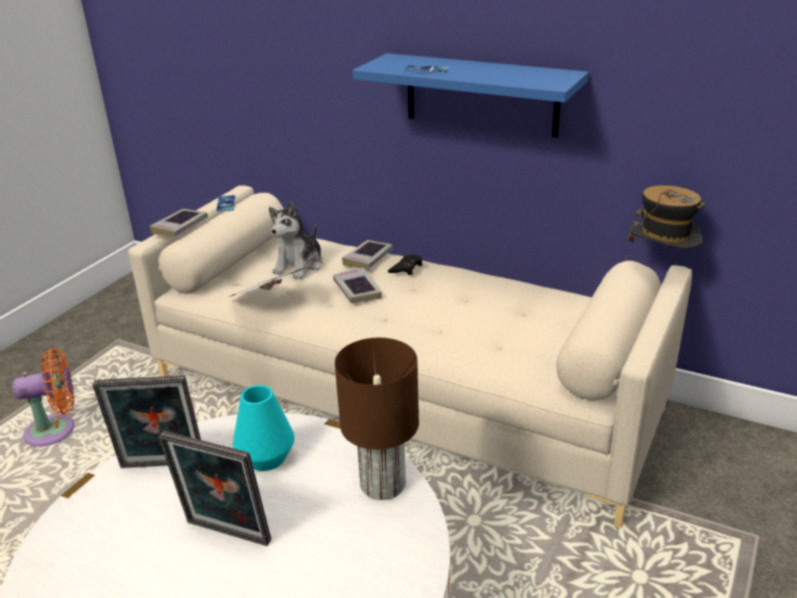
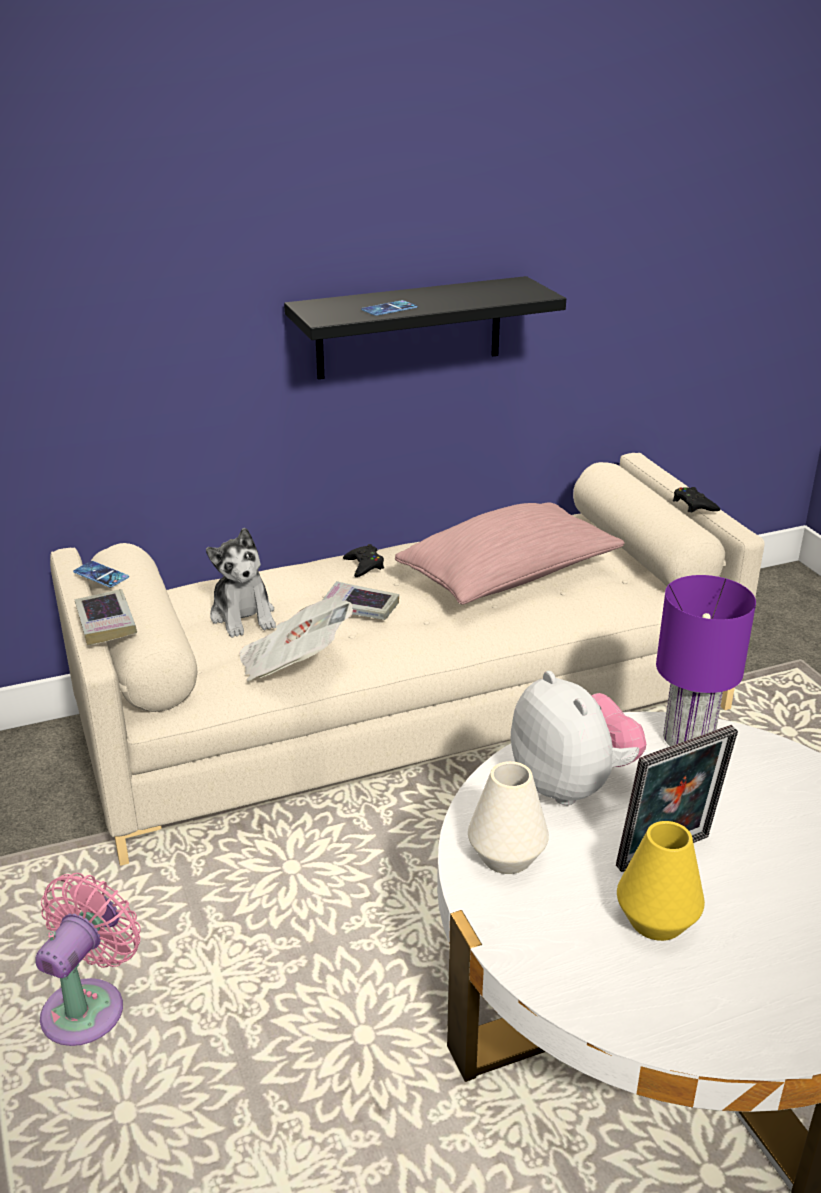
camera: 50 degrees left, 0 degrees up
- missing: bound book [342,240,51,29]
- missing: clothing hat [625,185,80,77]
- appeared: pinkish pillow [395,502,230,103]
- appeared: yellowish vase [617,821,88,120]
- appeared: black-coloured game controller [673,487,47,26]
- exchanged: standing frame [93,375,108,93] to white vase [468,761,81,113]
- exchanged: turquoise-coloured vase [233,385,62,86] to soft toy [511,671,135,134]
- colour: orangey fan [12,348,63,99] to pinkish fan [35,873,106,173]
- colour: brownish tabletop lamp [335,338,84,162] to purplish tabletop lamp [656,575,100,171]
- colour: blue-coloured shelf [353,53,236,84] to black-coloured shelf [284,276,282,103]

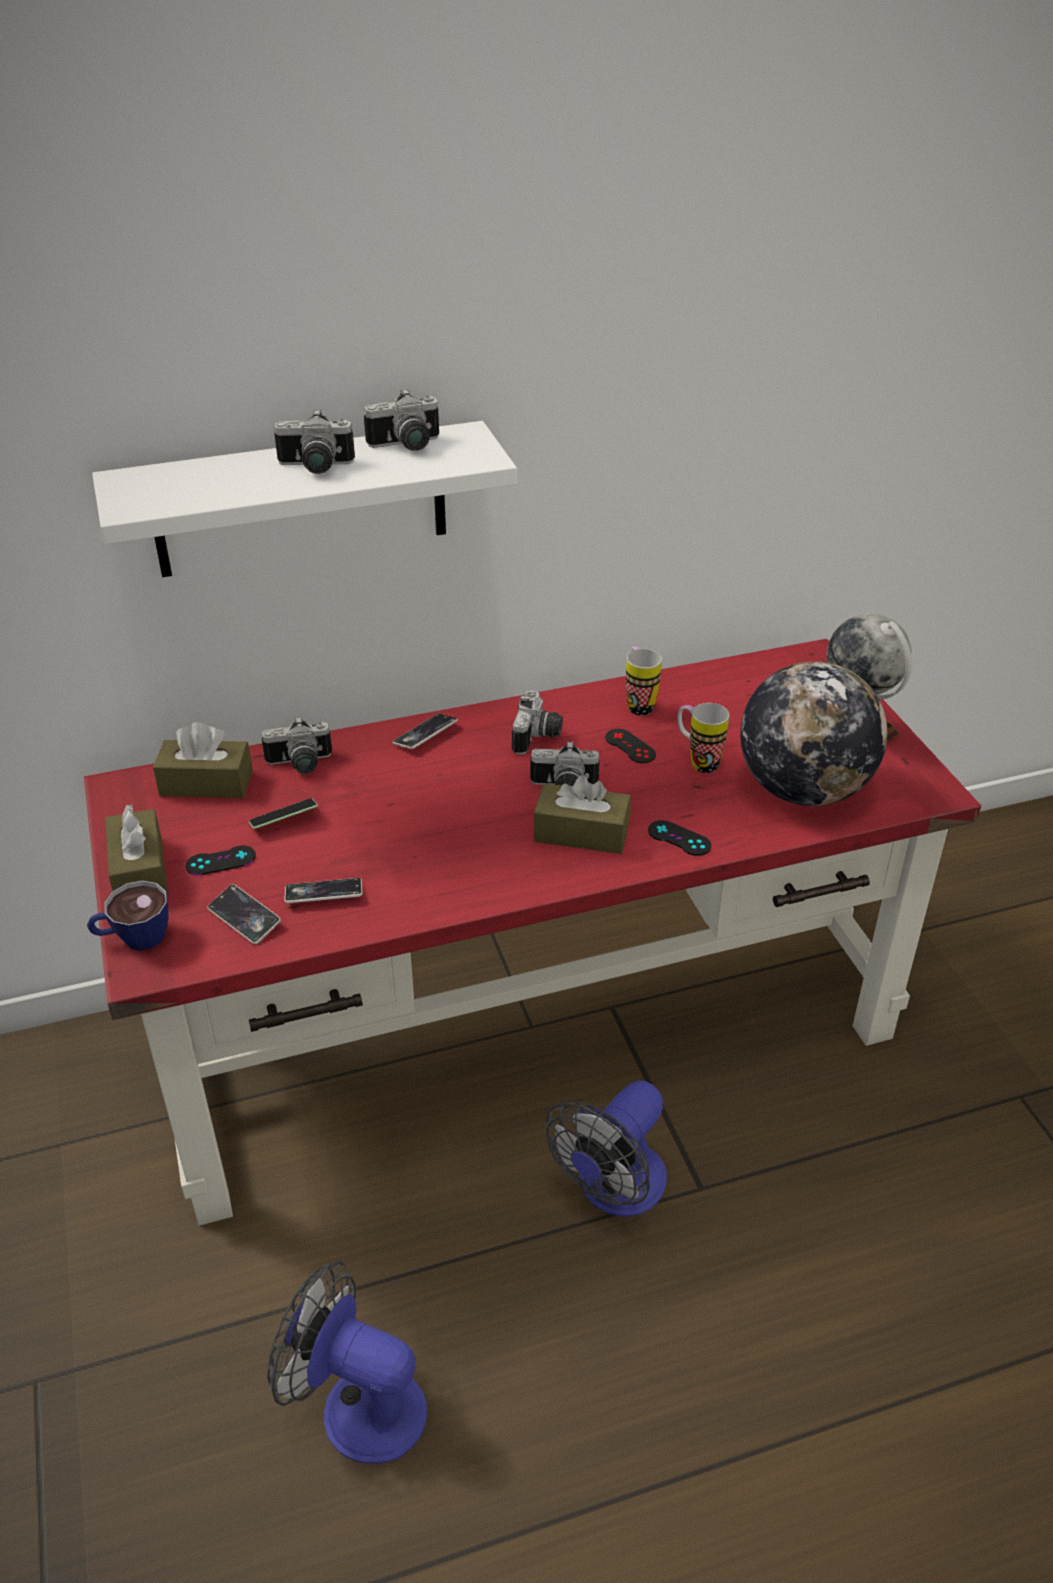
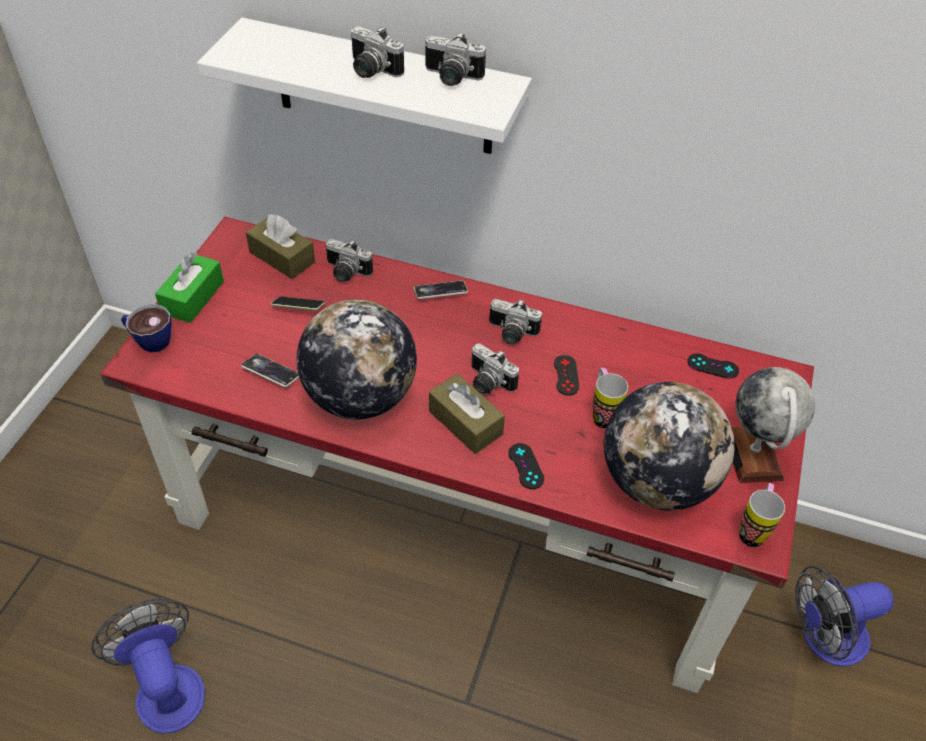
camera: 35 degrees right, 10 degrees up
- missing: telephone [208,884,73,60]
- appeared: world globe [297,300,120,120]
- relocated: black-coloured game controller [185,846,71,30] to [687,353,52,26]
- relocated: fan [546,1081,121,136] to [795,566,99,101]
- relocated: coffee mug [626,647,36,69] to [739,483,46,64]
- colour: brownish box of tissues [105,805,63,91] to green-coloured box of tissues [155,252,69,71]
- spun: photo camera [512,691,51,64] = [489,299,53,46] 60 degrees clockwise

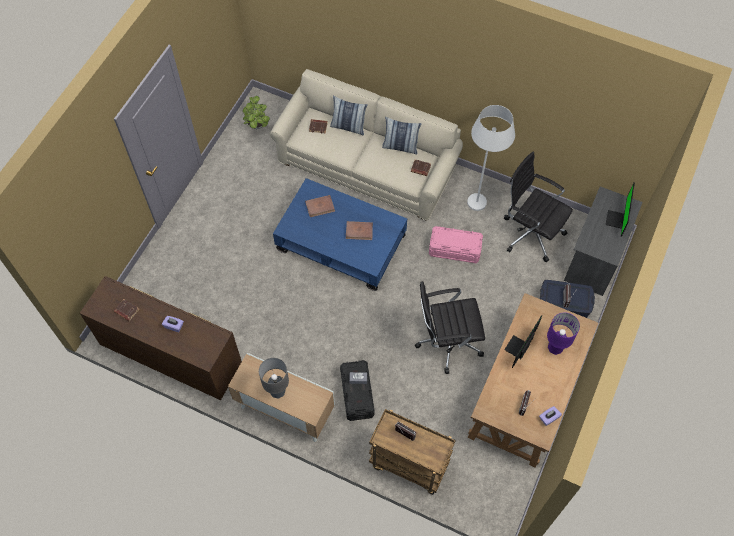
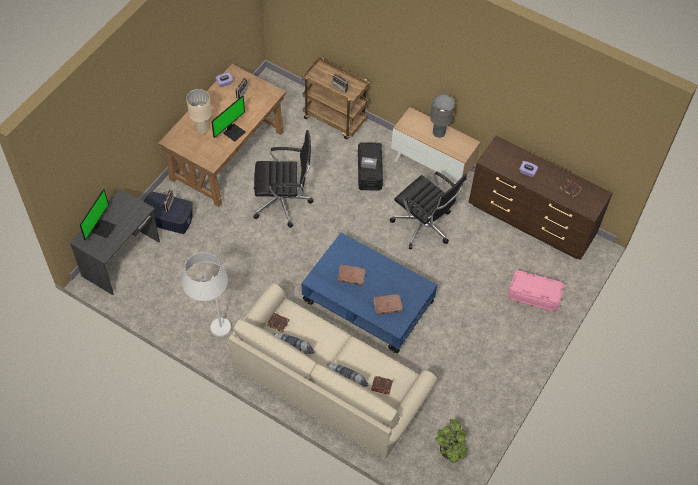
camera: 175 degrees left, 5 degrees down
- relocated: pinkish storage bin [429,226,54,37] to [508,270,56,42]
- relocated: black-coloured desk chair [504,152,69,110] to [390,171,77,78]
- colour: purplish tabletop lamp [547,312,33,43] to beige-coloured tabletop lamp [186,89,26,45]

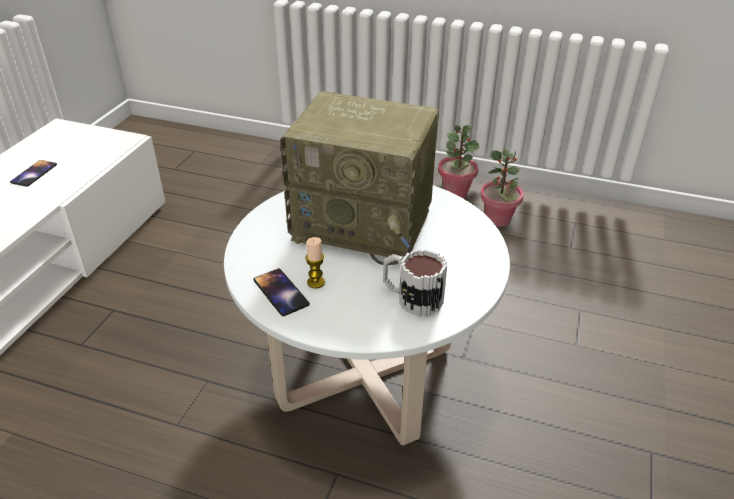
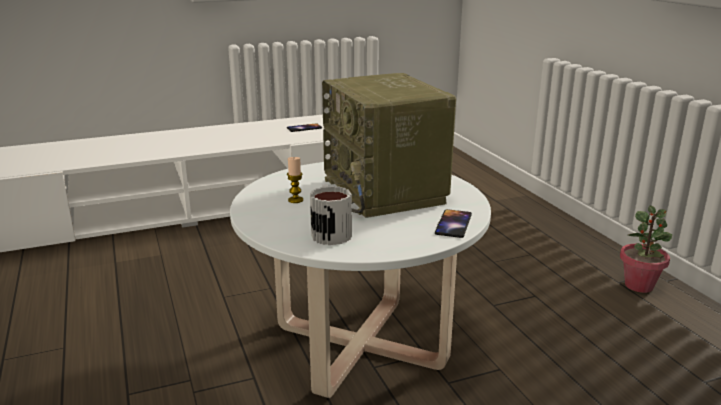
camera: 50 degrees right, 15 degrees down
- missing: plant in a pot [480,149,44,78]
- relocated: telephone [253,269,57,47] to [435,209,37,29]

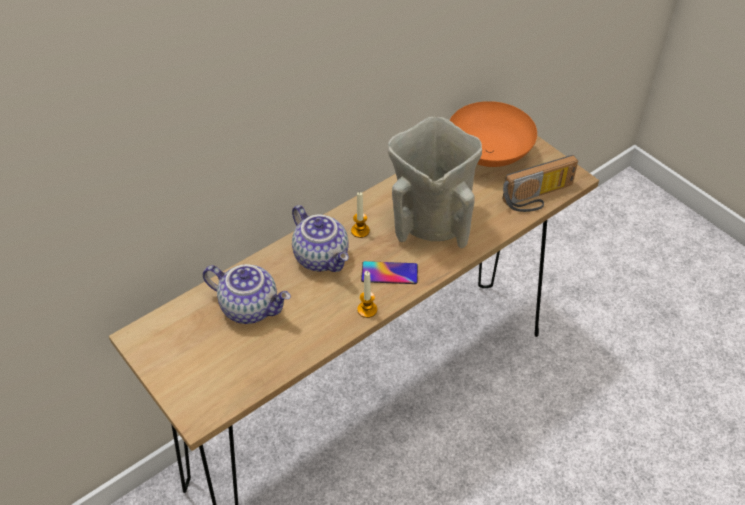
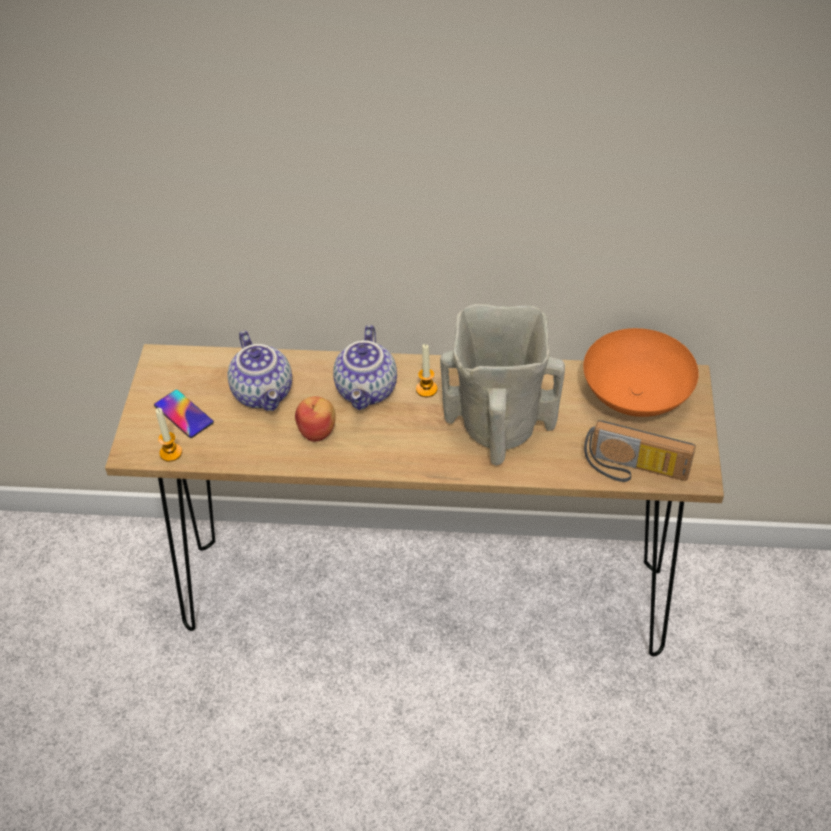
camera: 45 degrees right, 0 degrees up
- appeared: apple [295,396,41,46]
- relocated: candle [357,271,20,47] to [156,408,26,54]
- relocated: telephone [361,261,57,23] to [154,390,60,48]

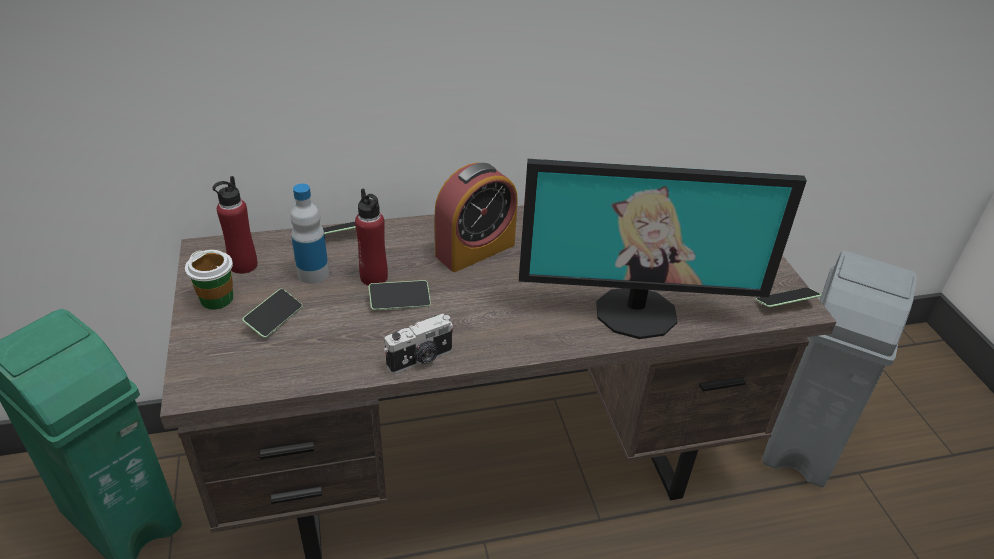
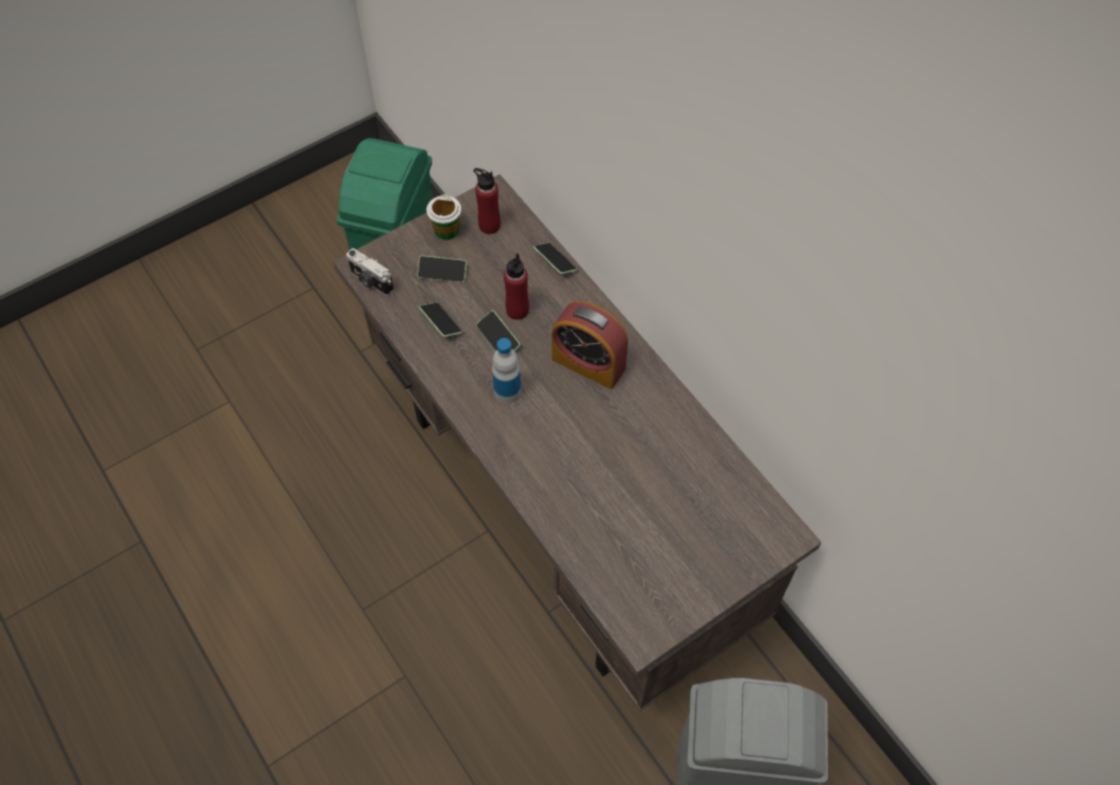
camera: 70 degrees right, 20 degrees up
- missing: computer display [519,159,288,180]
- relocated: beverage bottle [290,184,39,100] to [492,338,29,66]
- relocated: photo camera [384,314,70,60] to [346,248,48,48]
- relocated: telephone [755,287,67,20] to [419,302,43,35]

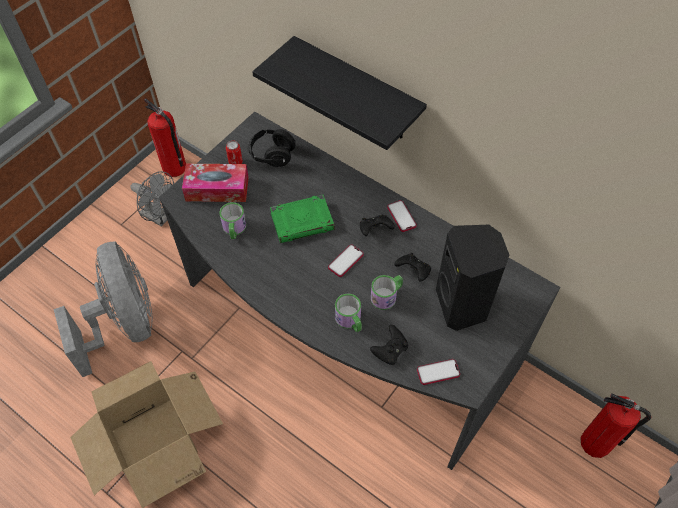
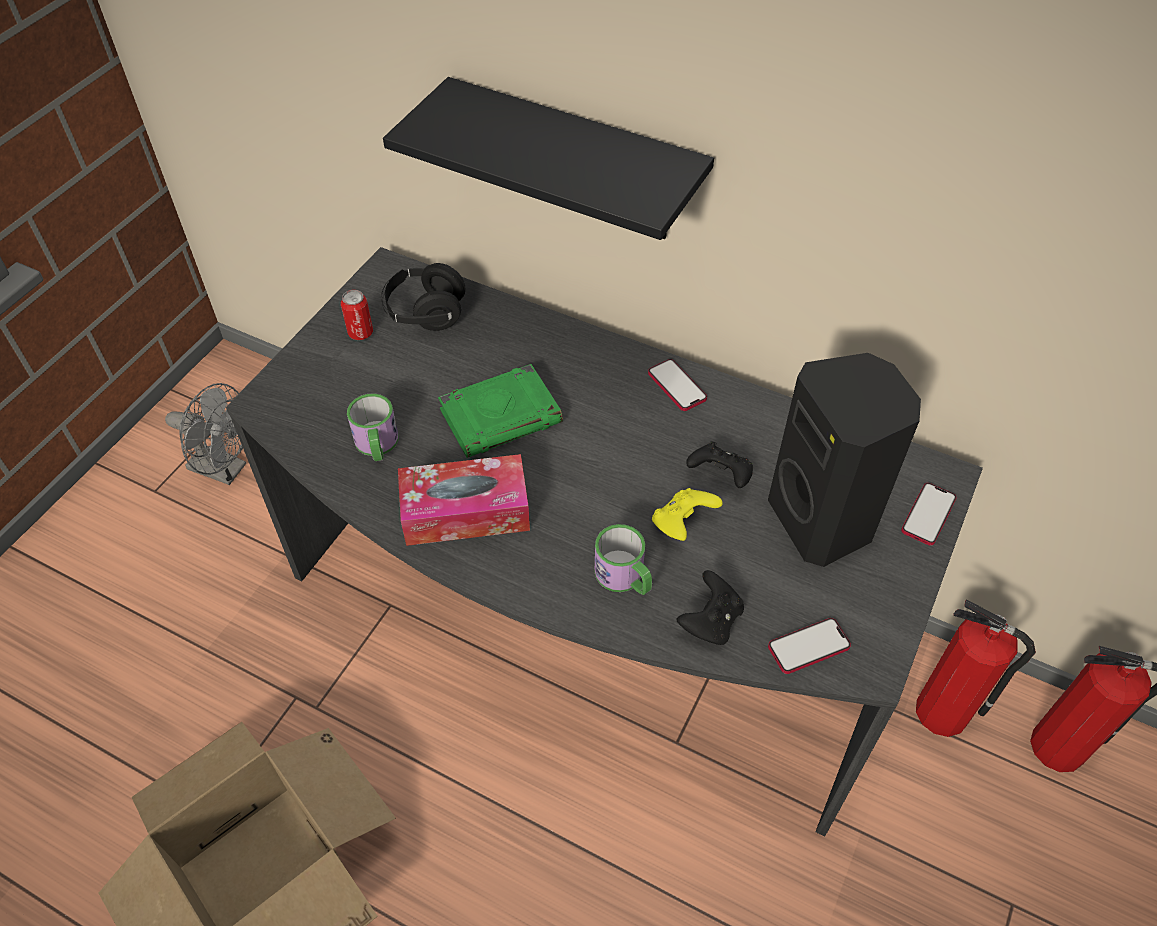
camera: 10 degrees left, 5 degrees down
- missing: greyish fan [54,241,99,136]
- missing: black-coloured game controller [360,215,35,21]
- relocated: extinguisher [144,98,42,79] to [916,599,120,138]
- relocated: box of tissues [182,164,67,38] to [398,454,132,92]
- relocated: telephone [328,244,36,33] to [901,483,56,63]
- exchanged: coffee mug [371,275,32,35] to yellowish game controller [652,488,71,53]

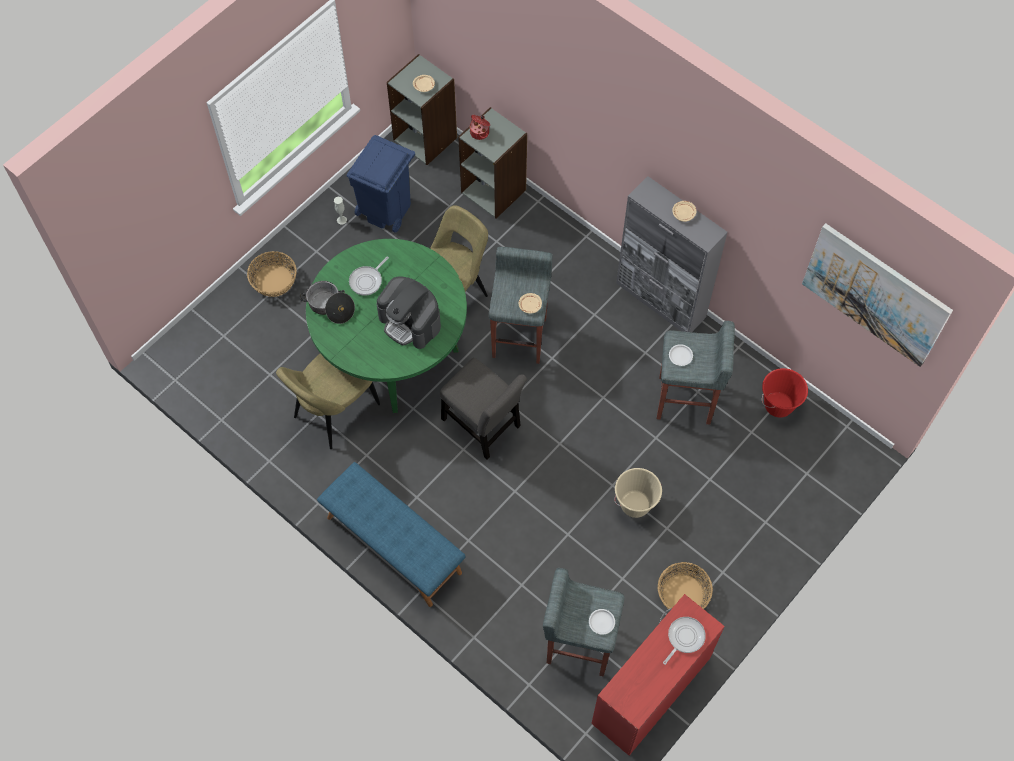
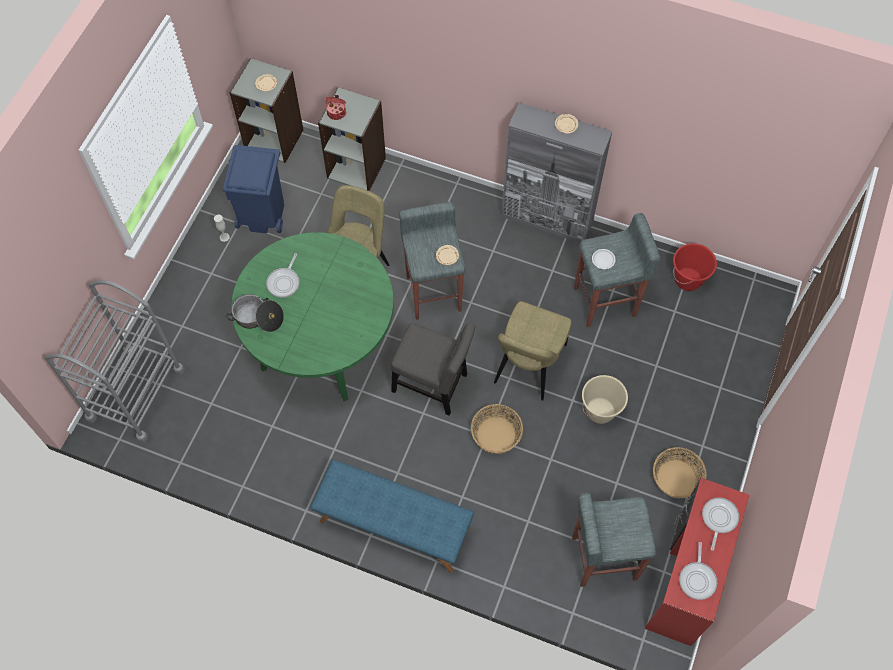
camera: 20 degrees left, 0 degrees up
- missing: coffee maker [377,276,64,73]
- missing: white dinner plate [589,609,26,26]
- missing: picture [802,223,151,144]
- appeared: greyish wheeled cart [45,280,140,163]
- appeared: pan [679,542,38,58]
- relocated: basket [247,251,50,46] to [471,404,52,50]
- relocated: beige-coloured plain chair [276,354,104,95] to [494,301,78,100]

